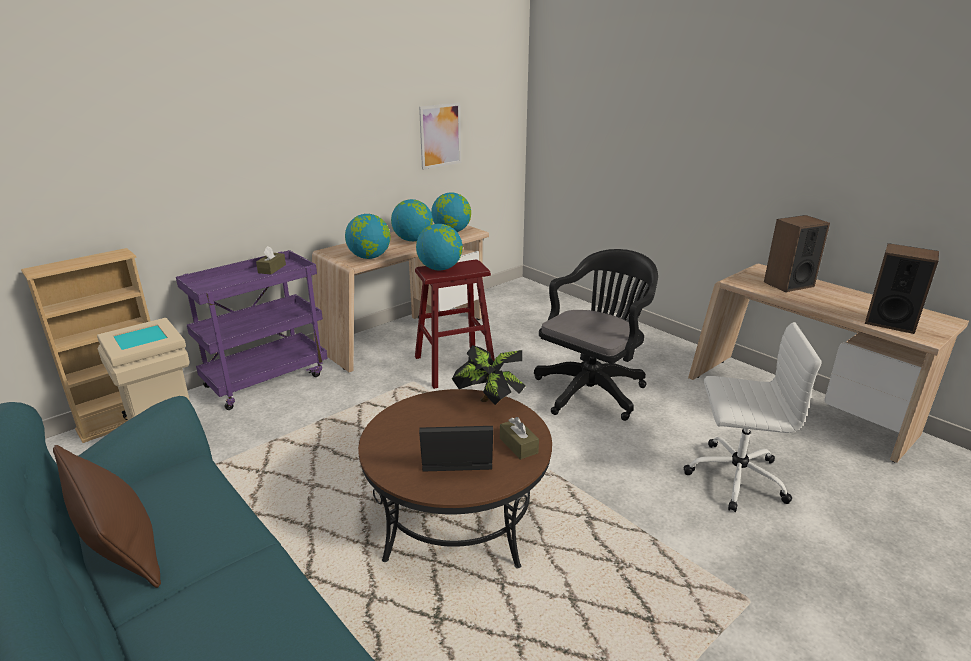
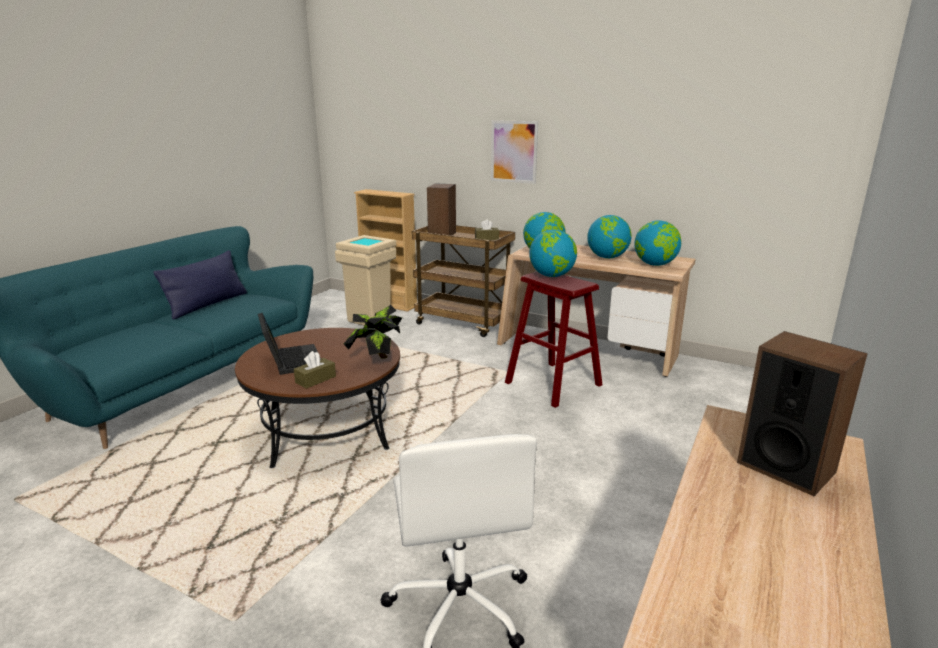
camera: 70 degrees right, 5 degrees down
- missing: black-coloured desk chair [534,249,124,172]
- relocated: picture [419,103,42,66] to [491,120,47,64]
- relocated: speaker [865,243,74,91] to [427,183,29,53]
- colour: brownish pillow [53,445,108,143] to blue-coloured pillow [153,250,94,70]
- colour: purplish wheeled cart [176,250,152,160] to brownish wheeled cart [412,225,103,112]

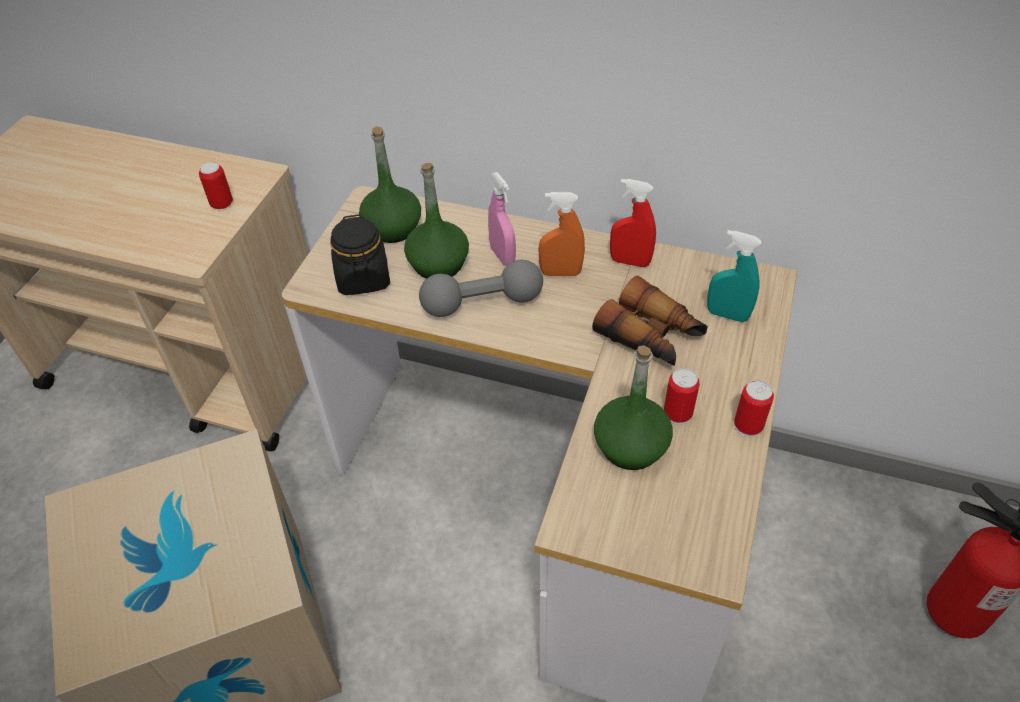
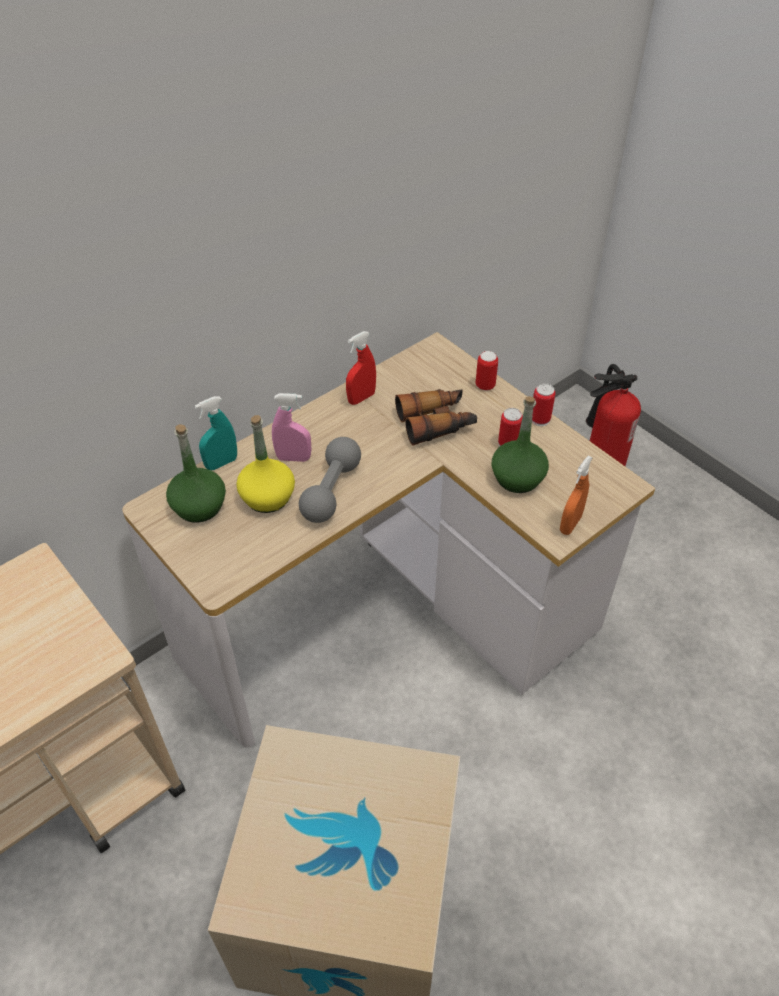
camera: 60 degrees left, 0 degrees up
- missing: black-coloured preserve jar [330,214,60,81]
- relocated: metal can [199,162,34,47] to [476,351,22,40]
- relocated: orangey hand sprayer [538,192,47,84] to [560,456,33,79]
- relocated: turquoise-coloured hand sprayer [707,230,55,92] to [194,396,43,74]
- colour: green-coloured beverage bottle [404,163,65,116] to yellowish beverage bottle [236,415,59,98]

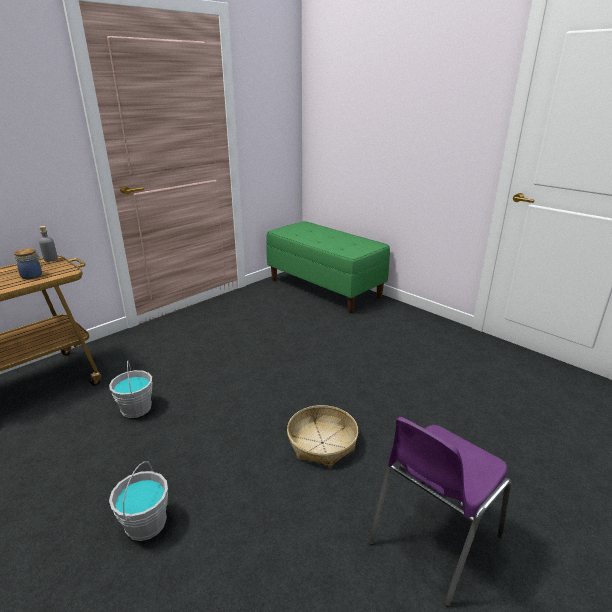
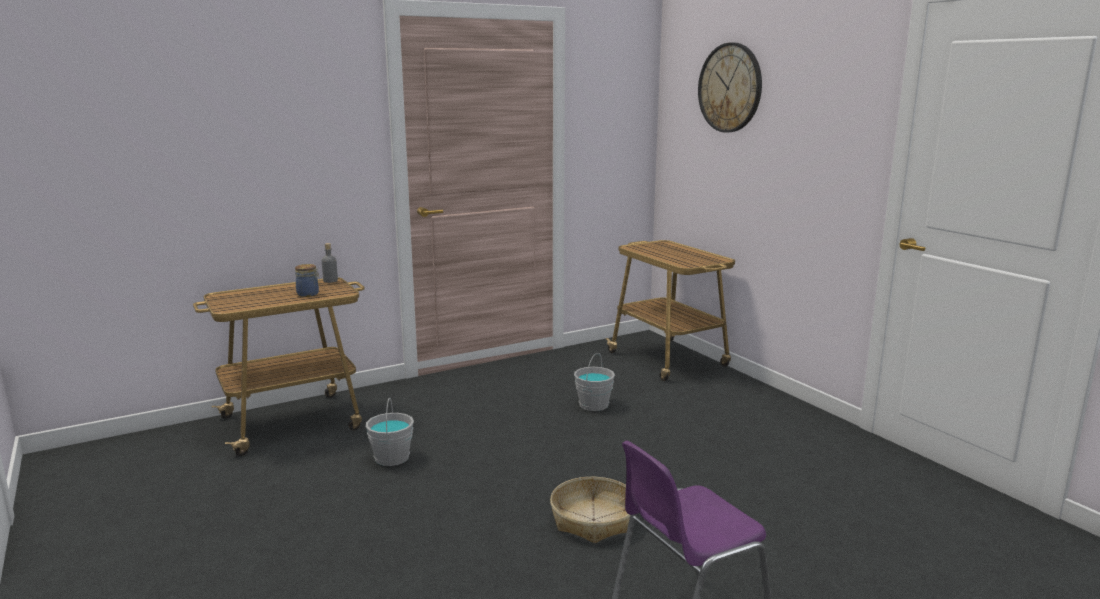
camera: 15 degrees right, 10 degrees down
- appeared: wall clock [698,42,64,90]
- relocated: greyish bucket [109,462,59,79] to [574,353,41,58]
- exchanged: green-coloured bench [266,221,124,92] to wheeled cart [605,240,130,141]

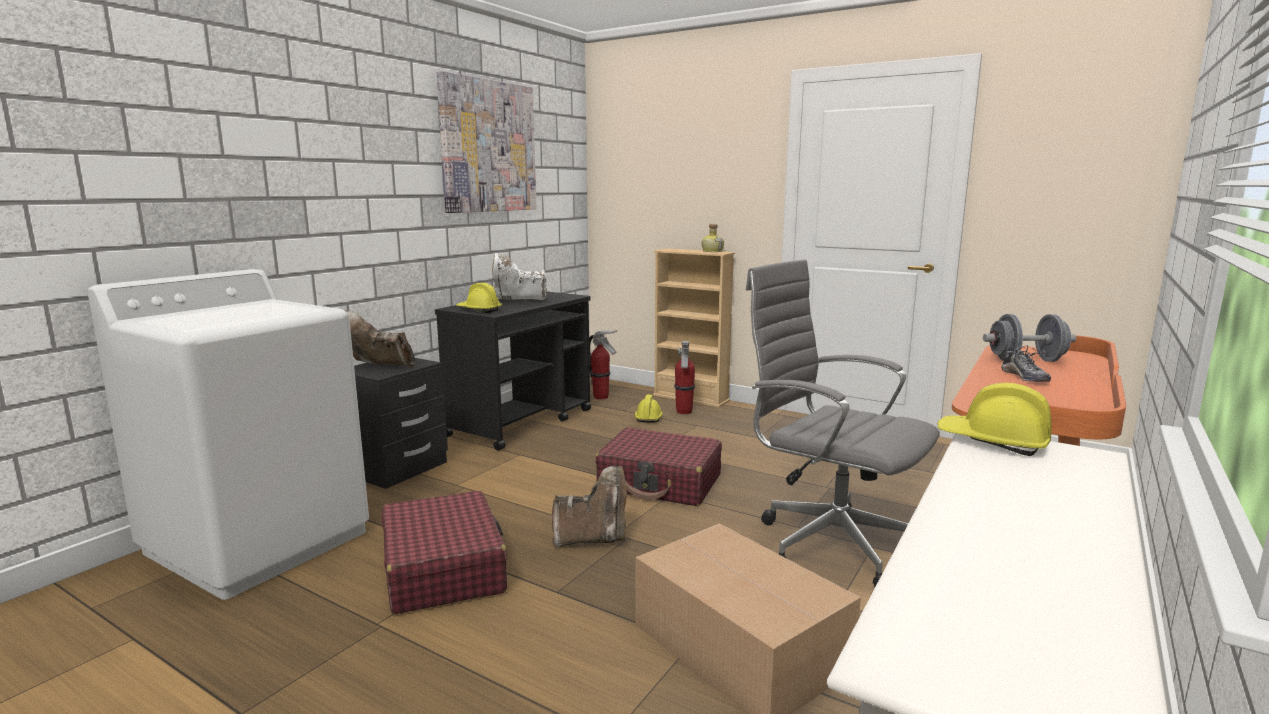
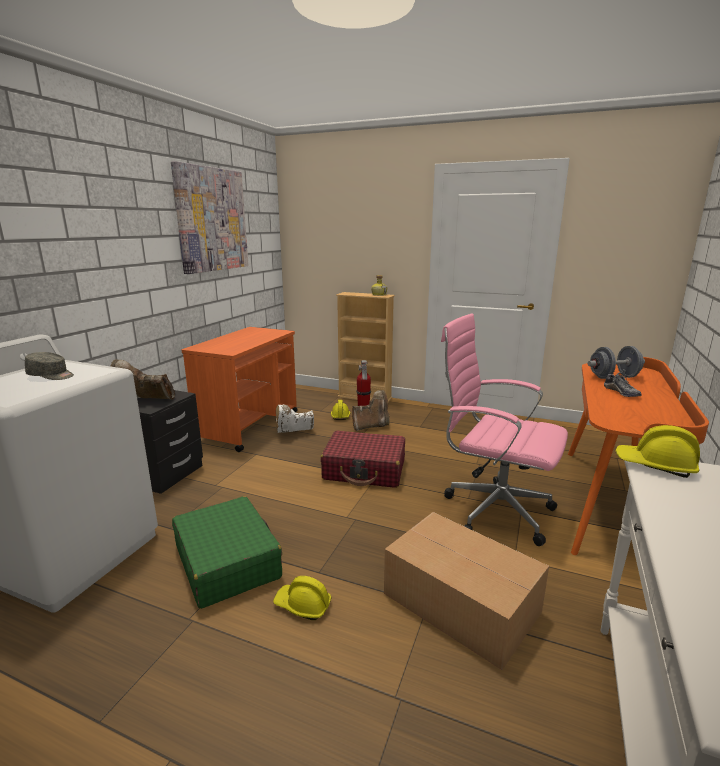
camera: 10 degrees left, 5 degrees up
- missing: extinguisher [589,330,28,70]
- appeared: greyish cap [25,352,49,28]
- relocated: yellowish safety helmet [456,282,46,31] to [273,576,59,44]
- relocated: white tall boot [492,254,55,46] to [276,404,38,29]
- relocated: brownish tall boot [552,466,75,82] to [352,390,38,41]
- colour: red suitcase [382,490,125,124] to green-coloured suitcase [172,496,110,113]
- colour: black-coloured wheeled cart [435,291,156,160] to orangey wheeled cart [181,327,117,125]
- colour: greyish desk chair [746,259,194,328] to pinkish desk chair [441,313,127,233]

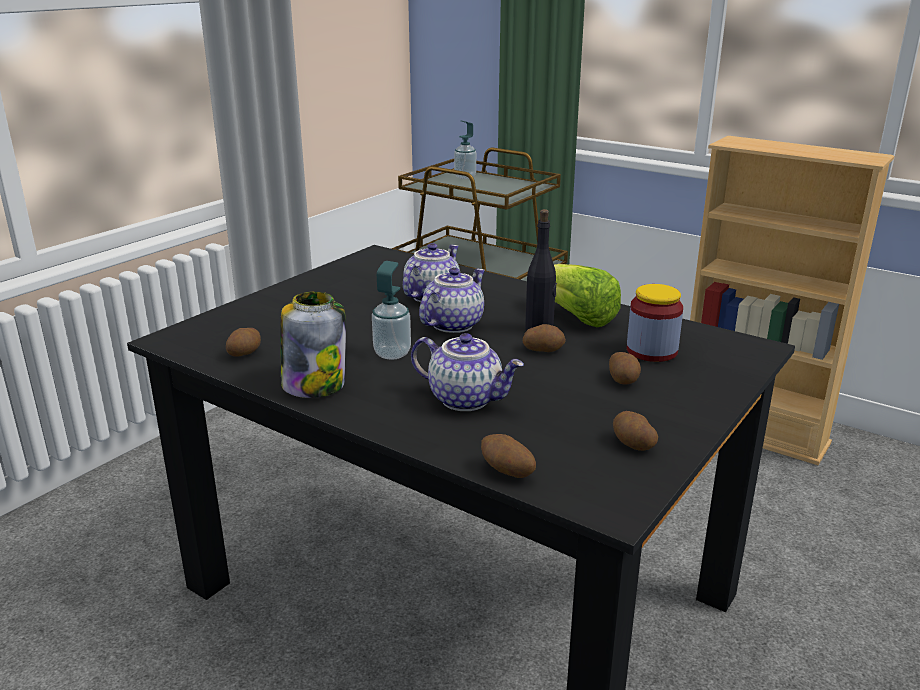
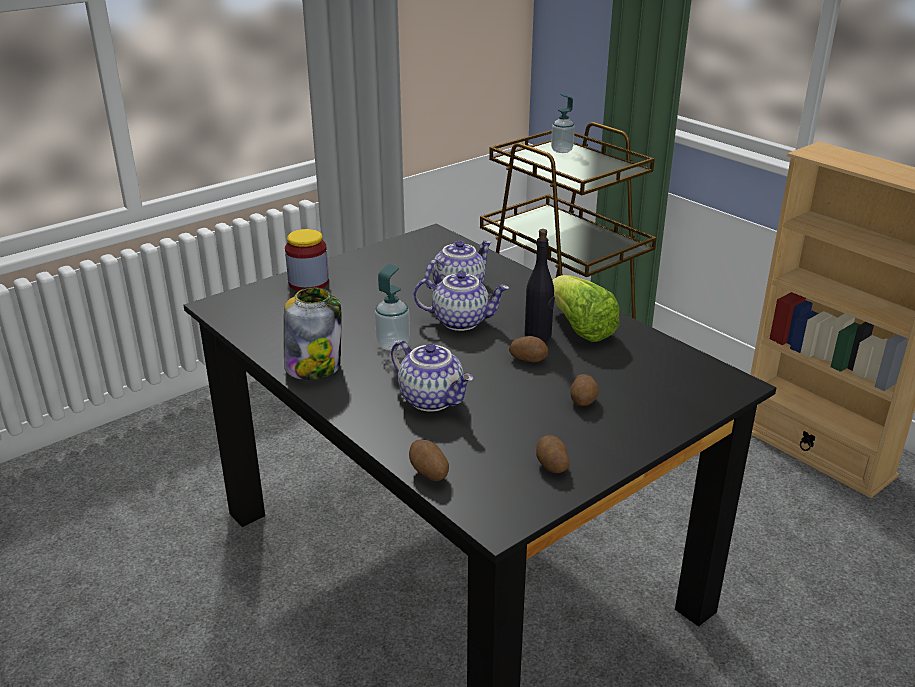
camera: 15 degrees right, 5 degrees up
- missing: spud [226,328,35,29]
- relocated: preserve jar [627,284,56,78] to [285,229,44,62]
- spun: teapot [419,267,66,66] = [414,271,95,60] 45 degrees clockwise

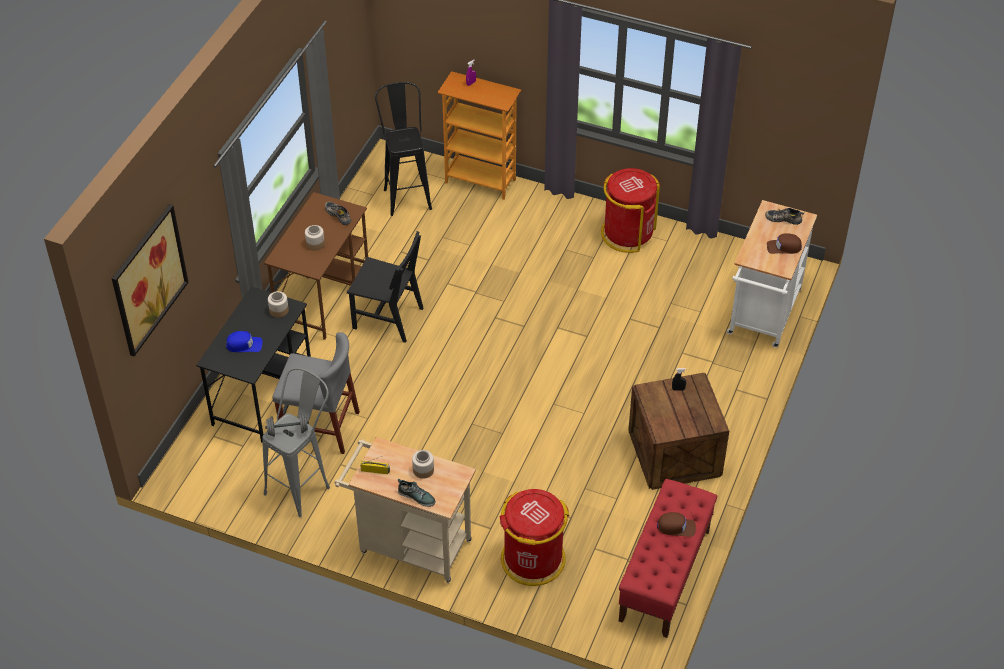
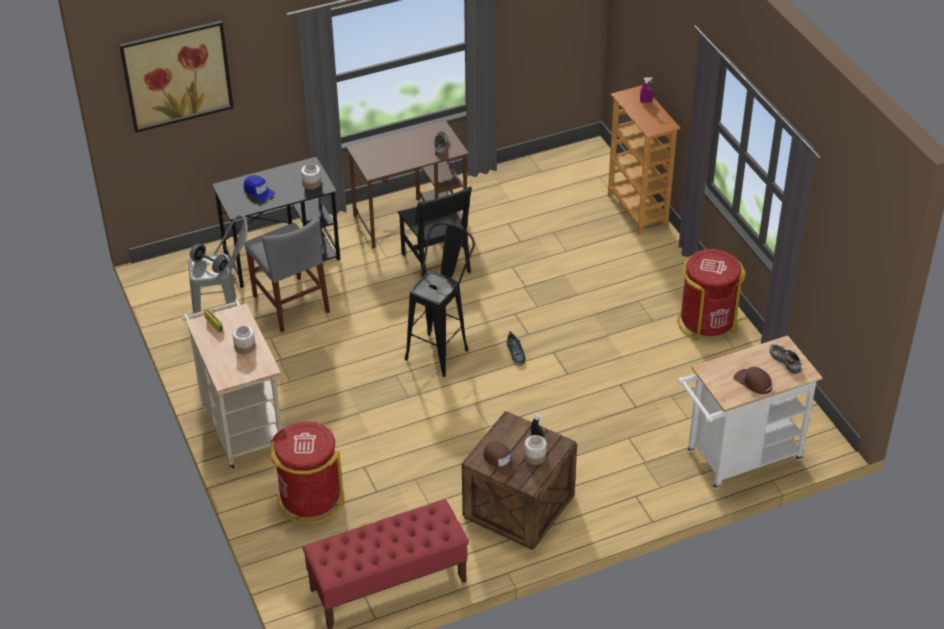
camera: 45 degrees right, 5 degrees down
- relocated: preserve jar [305,225,20,25] to [524,435,23,30]
- relocated: black-coloured sitting stool [375,82,57,134] to [405,223,70,154]
- relocated: shoe [398,479,38,28] to [507,331,18,35]
- relocated: brownish cap [657,512,39,25] to [484,442,36,34]

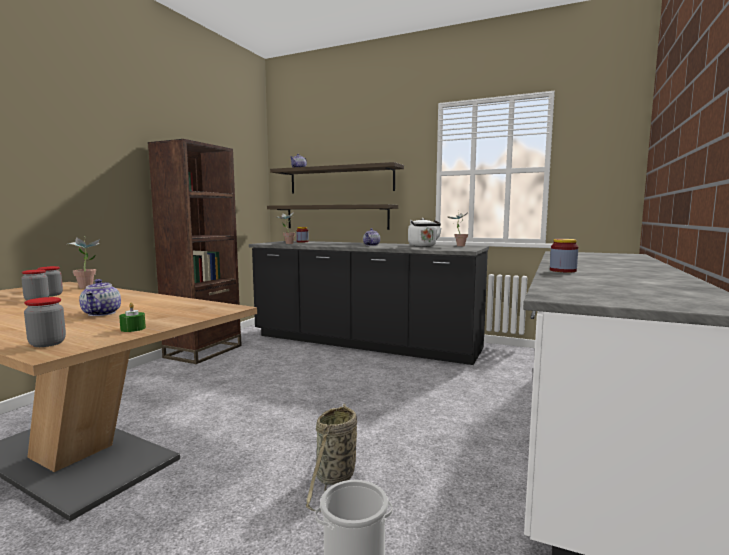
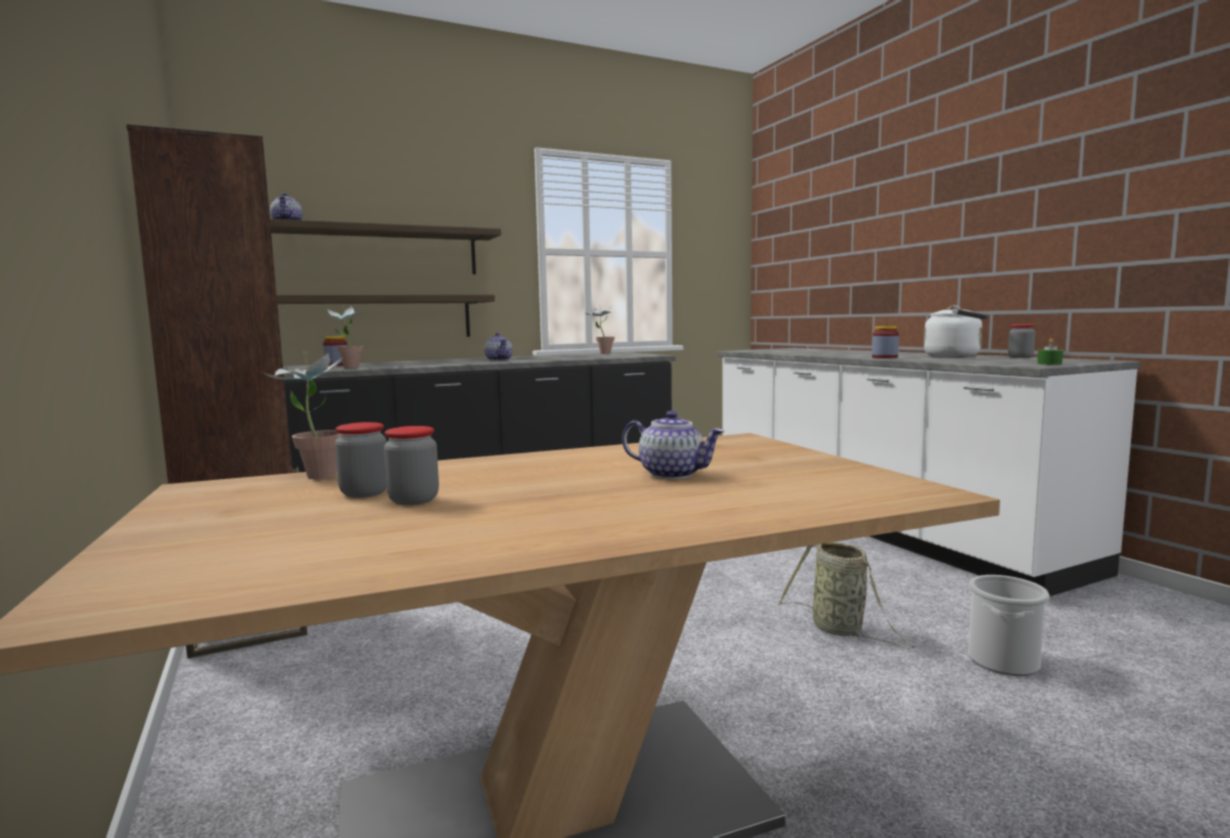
camera: 50 degrees left, 0 degrees up
- relocated: preserve jar [24,297,42,50] to [1008,324,27,34]
- relocated: green-coloured candle [119,303,27,29] to [1037,338,26,27]
- relocated: white kettle [408,218,34,28] to [924,305,64,53]

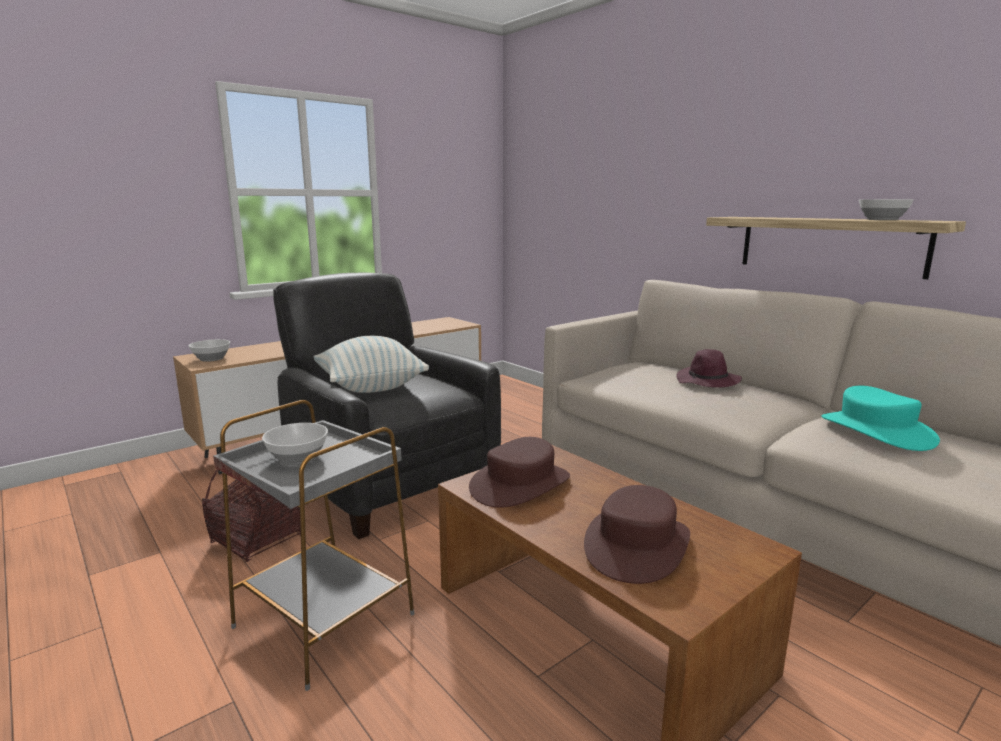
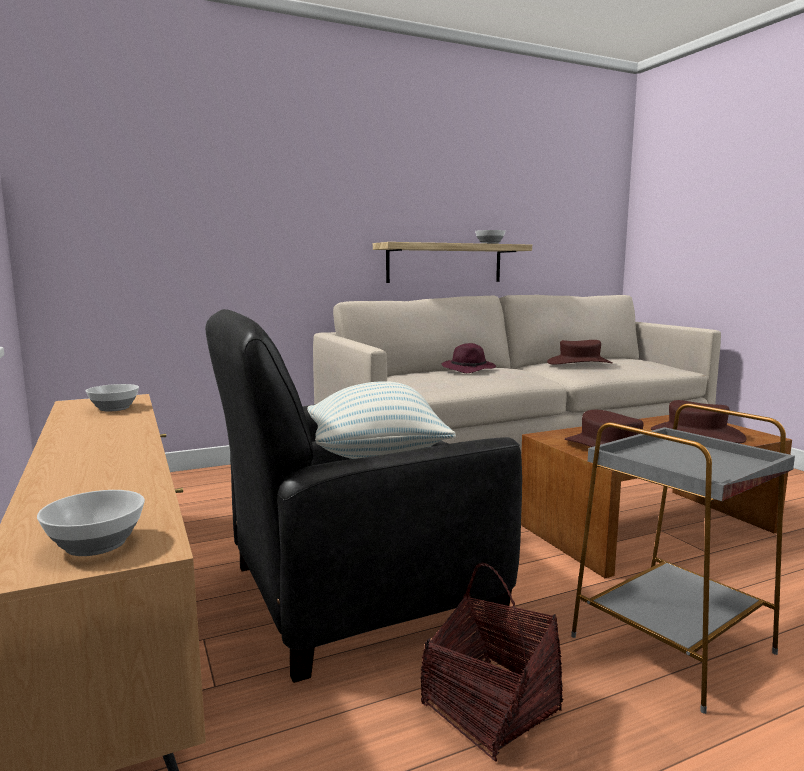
camera: 75 degrees left, 5 degrees down
- relocated: bowl [262,423,66,42] to [86,384,53,27]
- colour: turquoise-coloured clothing hat [821,386,119,65] to brownish clothing hat [547,340,65,25]

